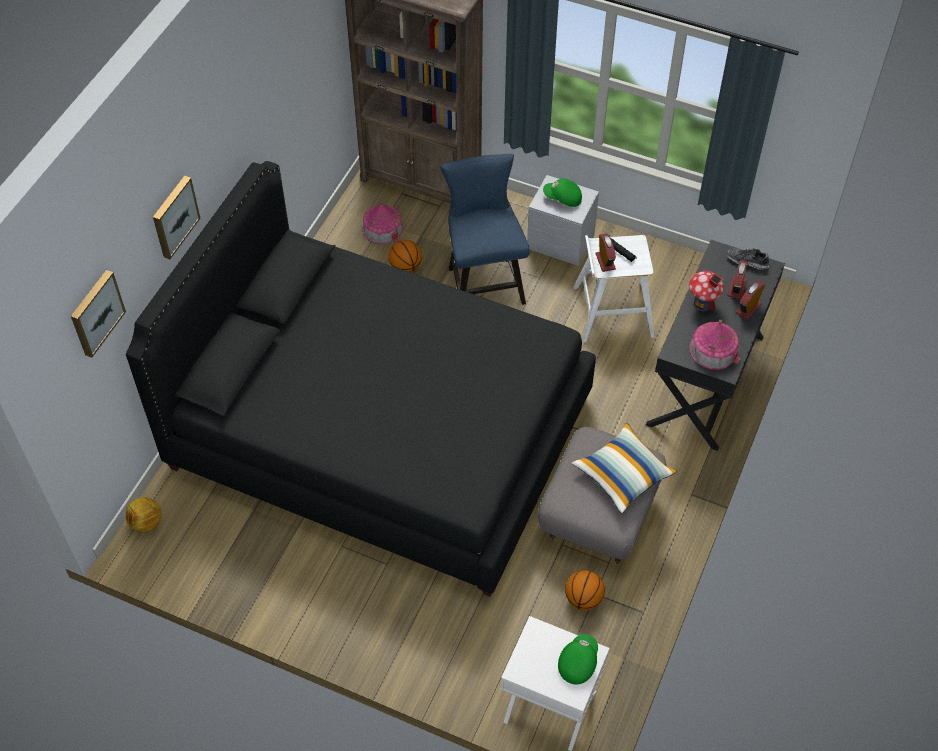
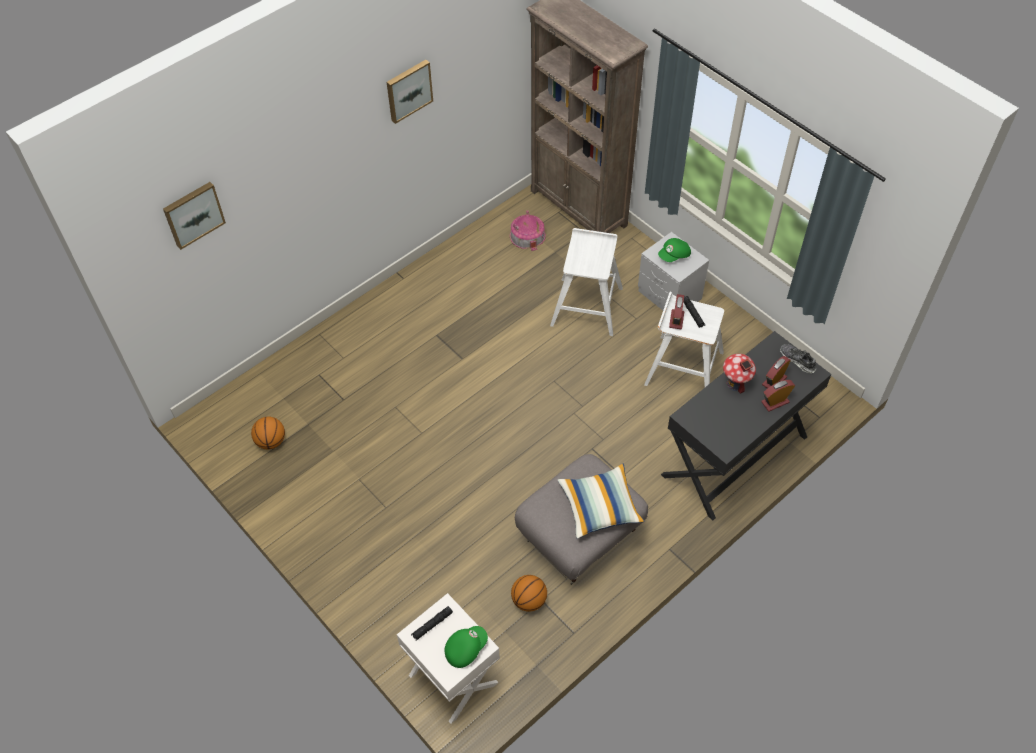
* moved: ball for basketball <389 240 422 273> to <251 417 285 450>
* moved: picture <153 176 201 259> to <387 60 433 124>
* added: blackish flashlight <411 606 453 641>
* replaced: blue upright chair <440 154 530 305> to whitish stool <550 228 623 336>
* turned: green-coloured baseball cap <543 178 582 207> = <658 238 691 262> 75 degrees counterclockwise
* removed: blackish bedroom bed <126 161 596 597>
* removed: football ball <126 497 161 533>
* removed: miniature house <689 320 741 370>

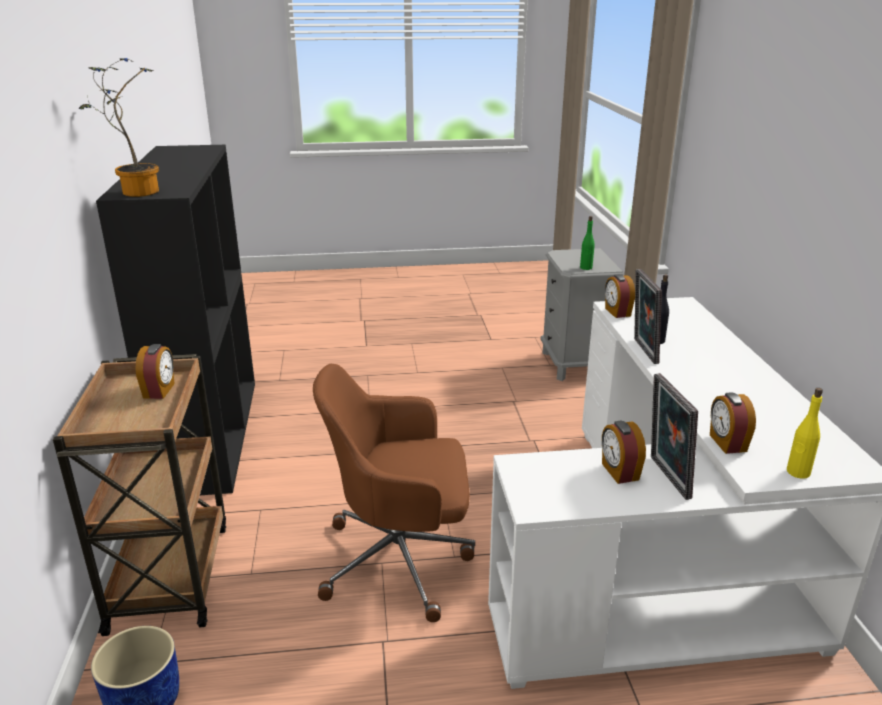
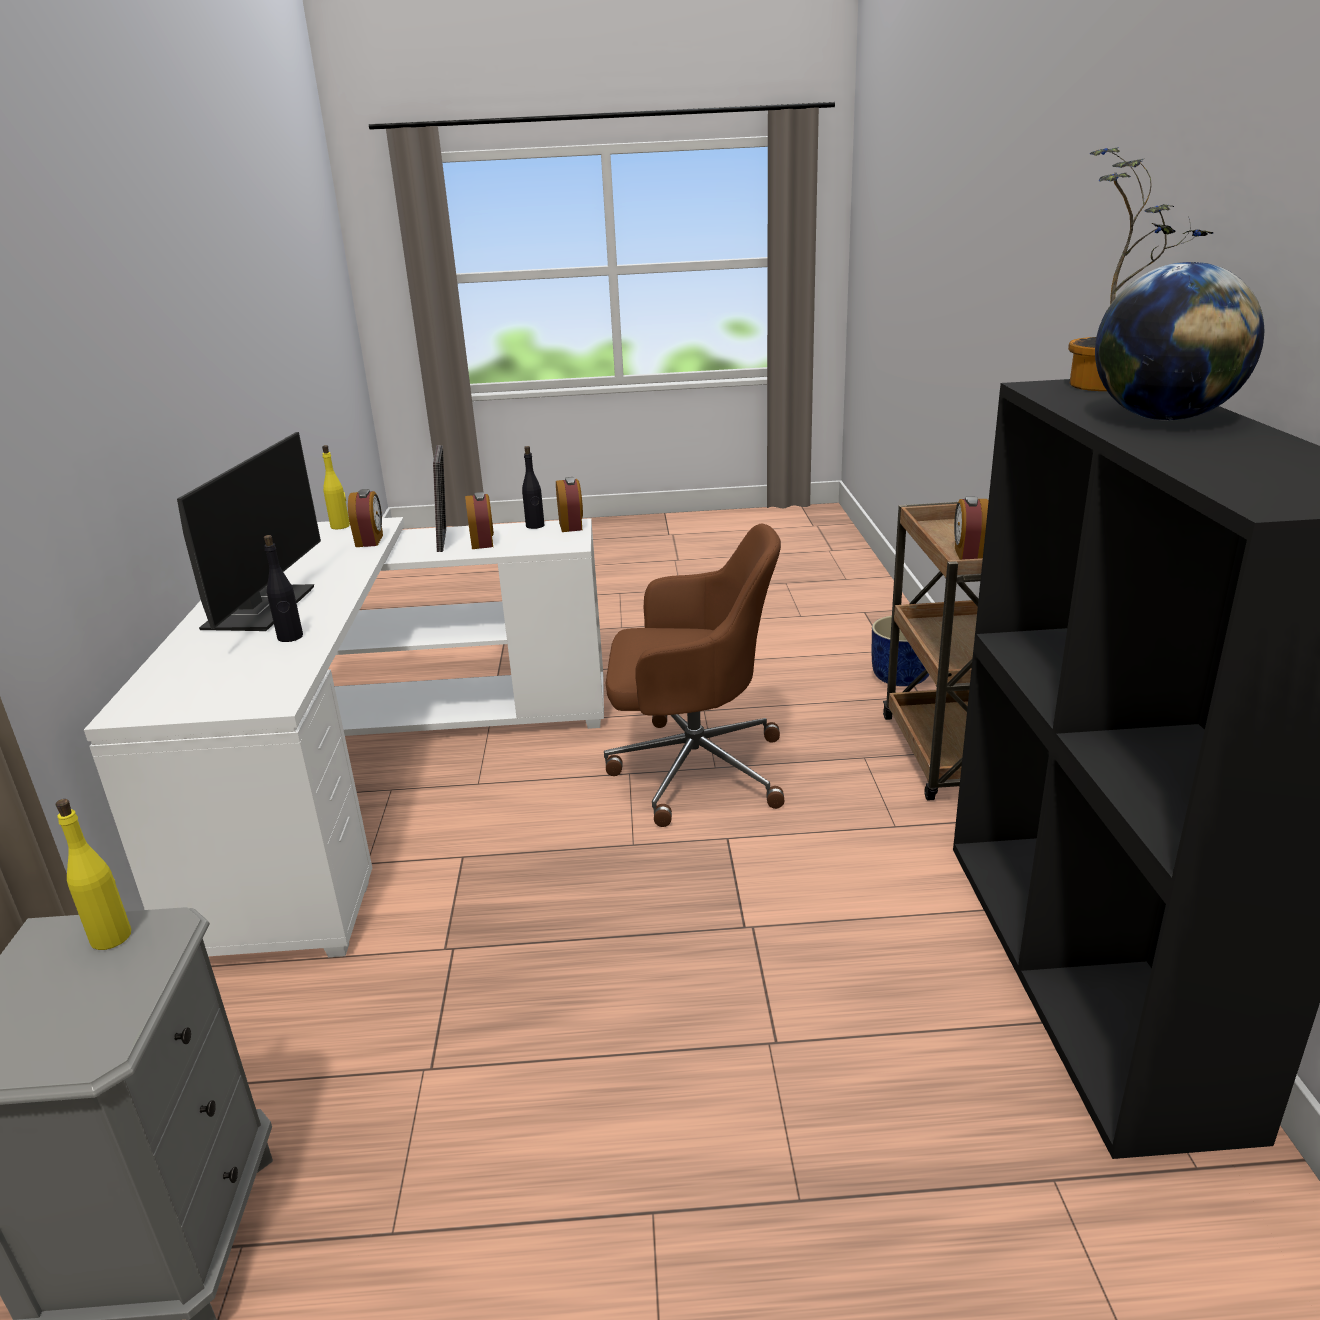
* recoloured: green-coloured drink bottle <580 216 595 270> to yellow drink bottle <56 799 131 950>
* added: computer display <177 432 321 631>
* added: blackish drink bottle <522 446 545 529>
* moved: table clock <605 274 635 318> to <556 477 583 532>
* added: desk globe <1095 262 1264 421>
* removed: photo frame <634 269 662 364>

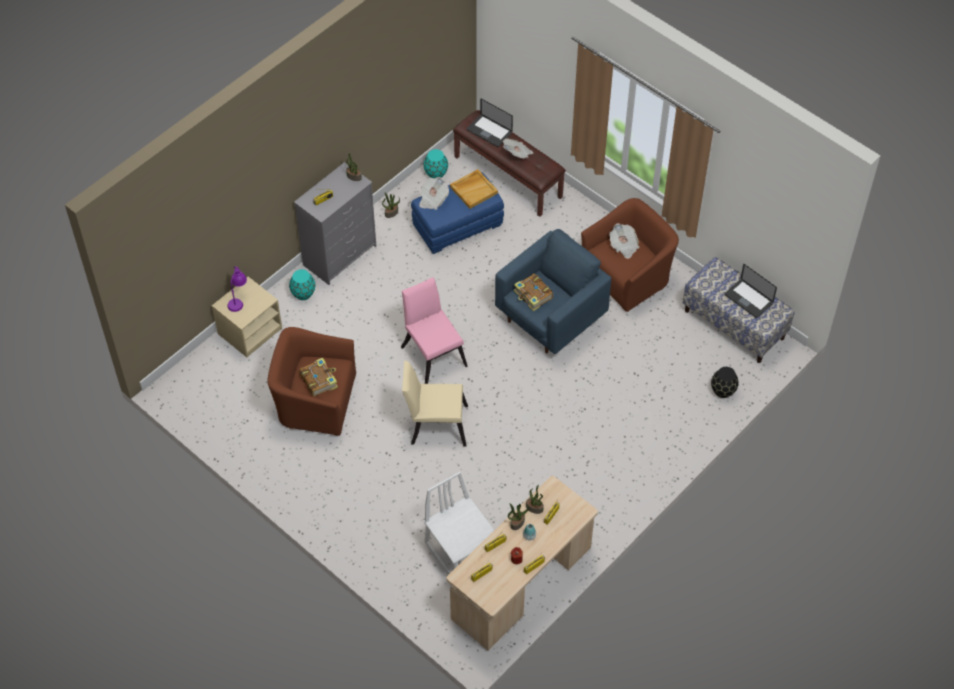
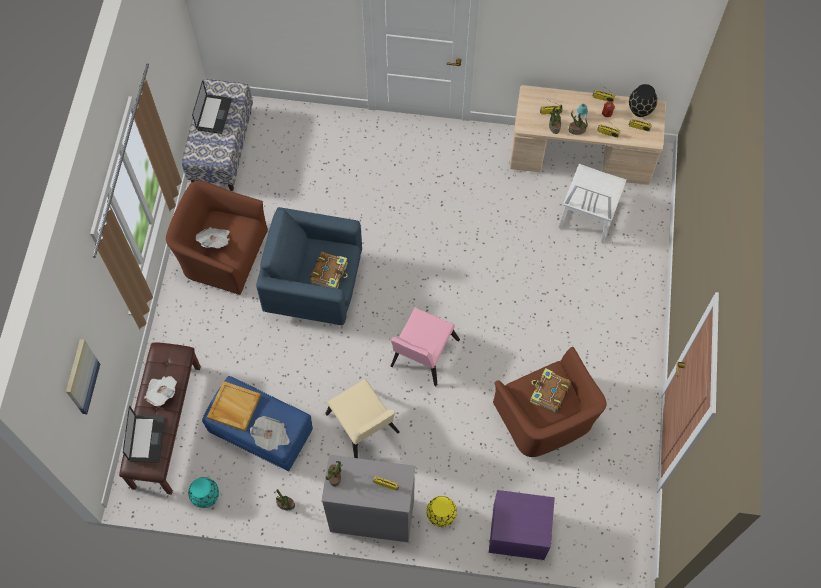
* added: picture <66 339 100 414>
* moved: sand-coloured upright chair <402 361 468 446> to <325 379 400 458>
* recoloured: turquoise vase <289 269 315 300> to yellow vase <426 496 457 527>
* recoloured: sand-coloured nightstand <212 277 282 357> to purple nightstand <489 490 555 560>
* moved: blackish vase <711 367 739 398> to <629 84 657 117>
* removed: purple tabletop lamp <227 266 247 312>

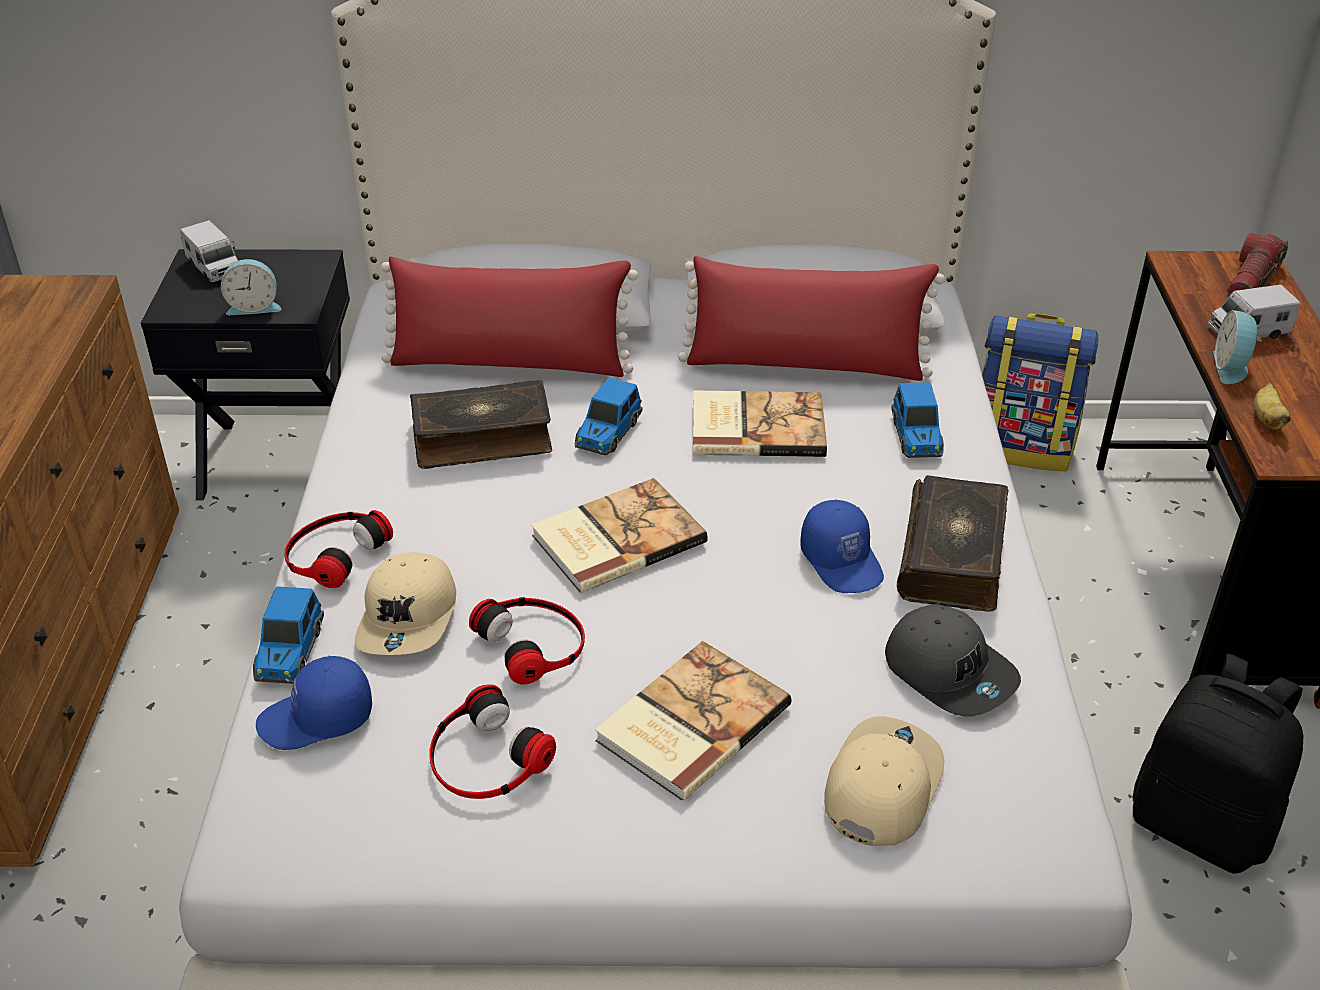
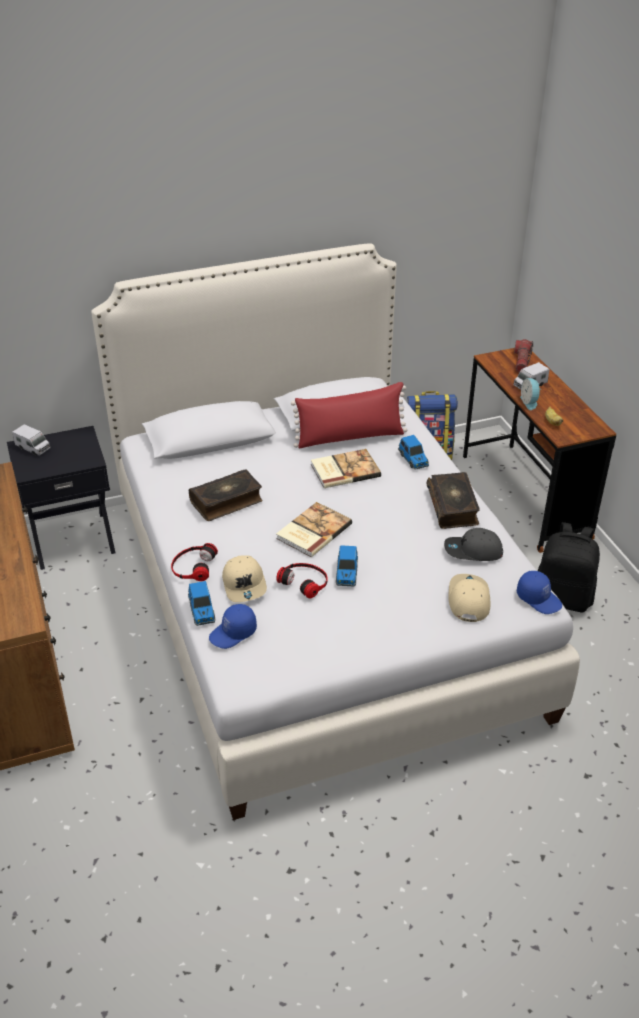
* moved: model car <575 378 643 455> to <336 545 358 586>
* turned: grey baseball cap <885 604 1021 717> = <444 528 503 561> 150 degrees clockwise
* moved: blue baseball cap <800 500 884 593> to <517 571 562 614>
* removed: table clock <221 259 281 315>
* removed: red-coloured throw pillow <381 257 638 377>
* removed: headphones <429 684 556 799>
* removed: book <595 641 791 801>

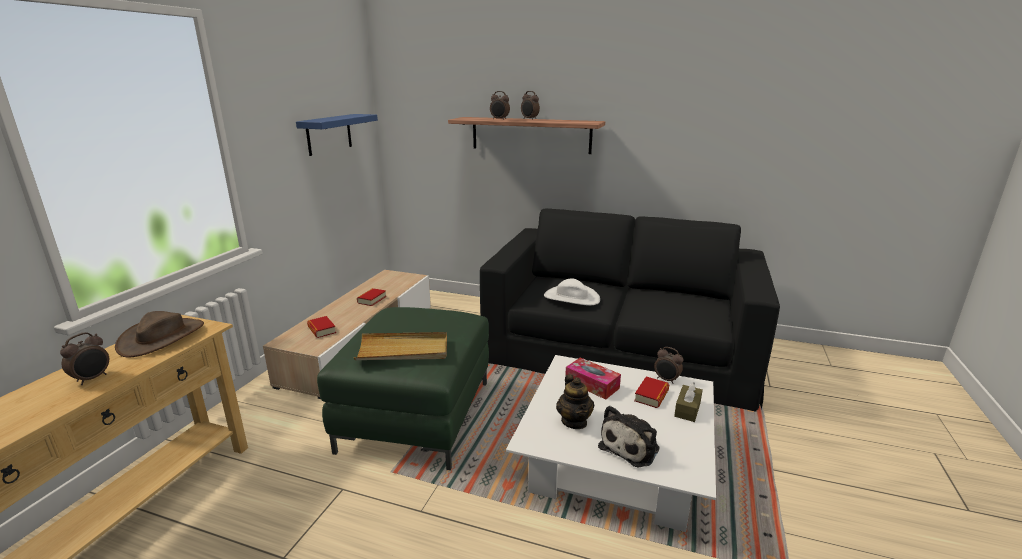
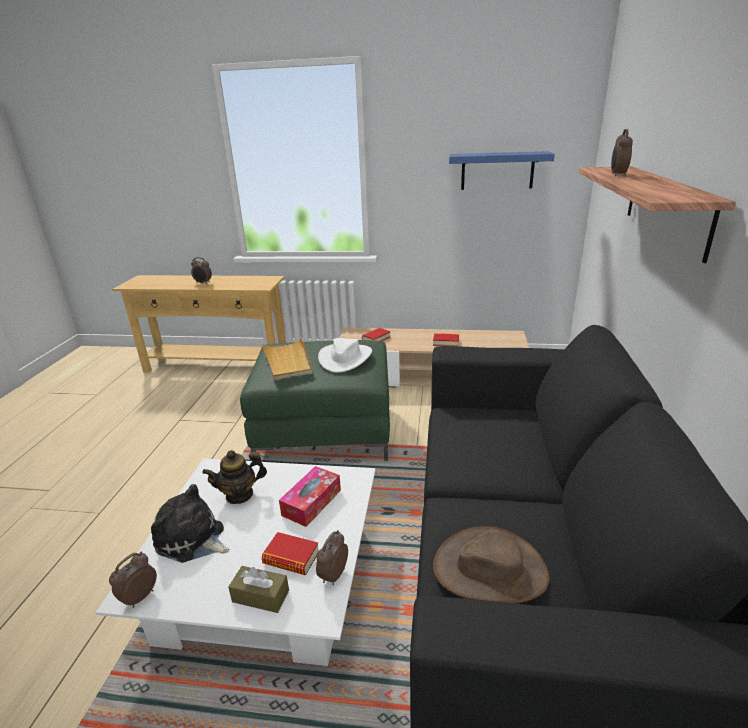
* moved: table clock <521 91 540 120> to <109 552 157 608>
* moved: whitish clothing hat <544 278 600 305> to <318 338 372 373>
* moved: brownish clothing hat <115 311 204 358> to <433 526 549 603>

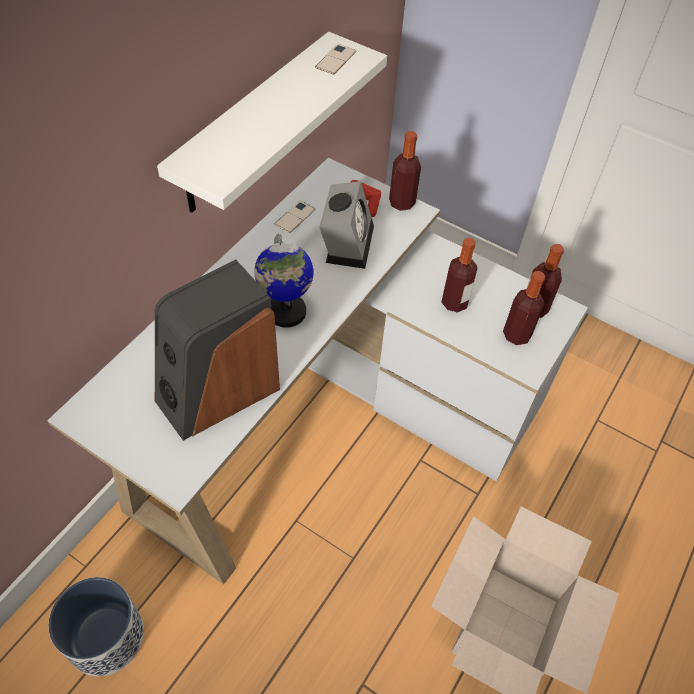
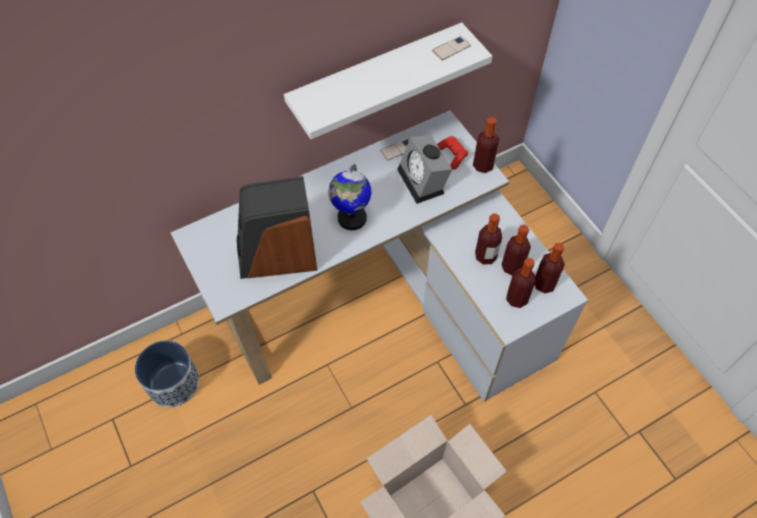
* turned: table clock <319 181 374 269> = <397 135 452 204> 120 degrees clockwise
* added: drink bottle <501 225 531 276>

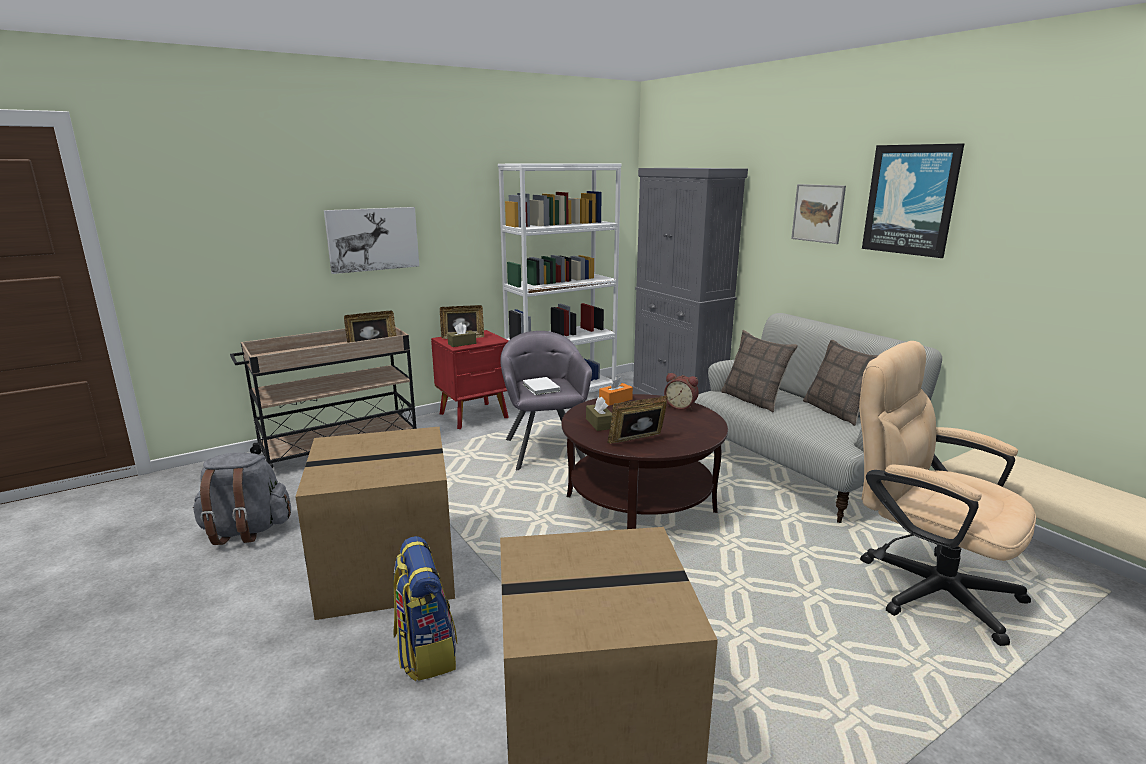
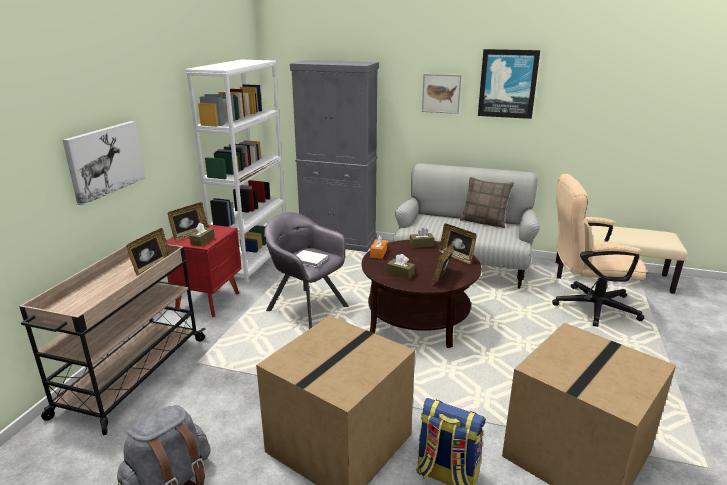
* replaced: table clock <664 373 699 410> to brownish box of tissues <409 228 434 248>
* added: photo frame <439 224 477 264>
* removed: throw pillow <721 330 798 413>

